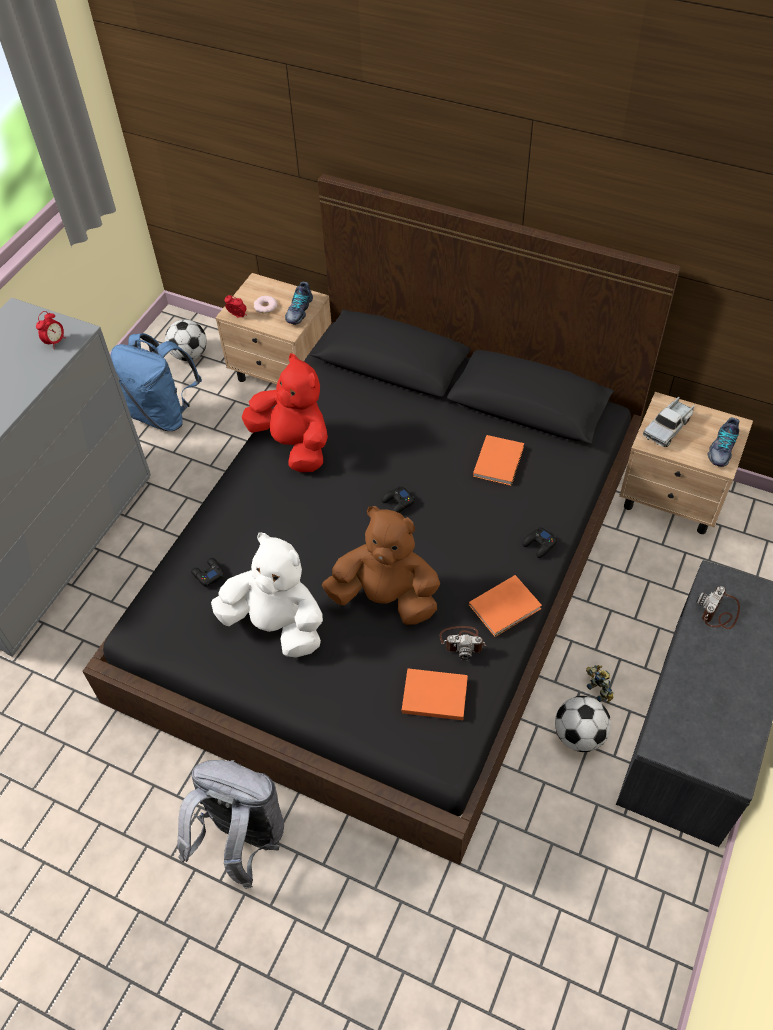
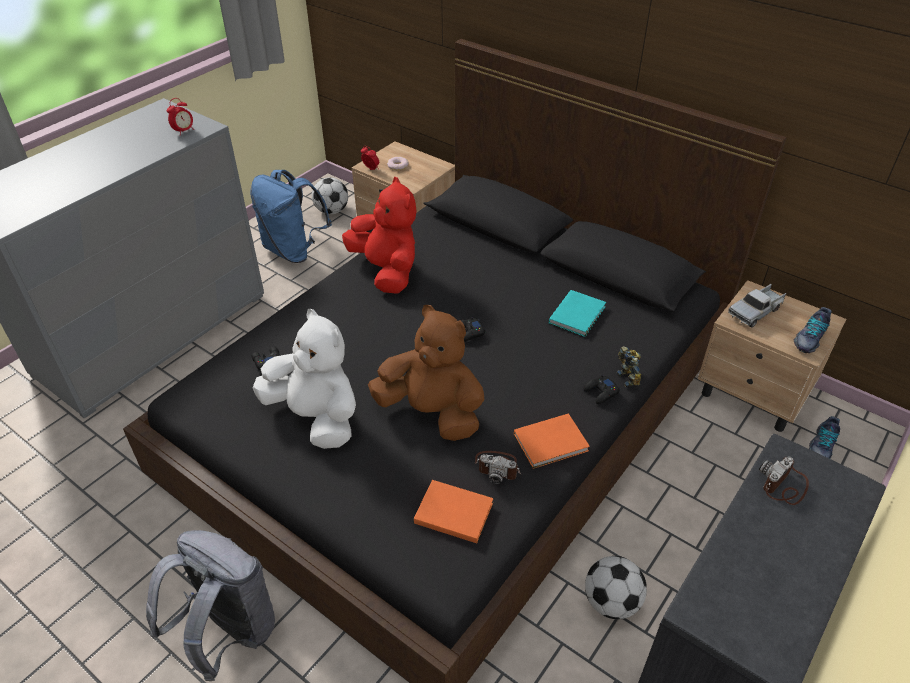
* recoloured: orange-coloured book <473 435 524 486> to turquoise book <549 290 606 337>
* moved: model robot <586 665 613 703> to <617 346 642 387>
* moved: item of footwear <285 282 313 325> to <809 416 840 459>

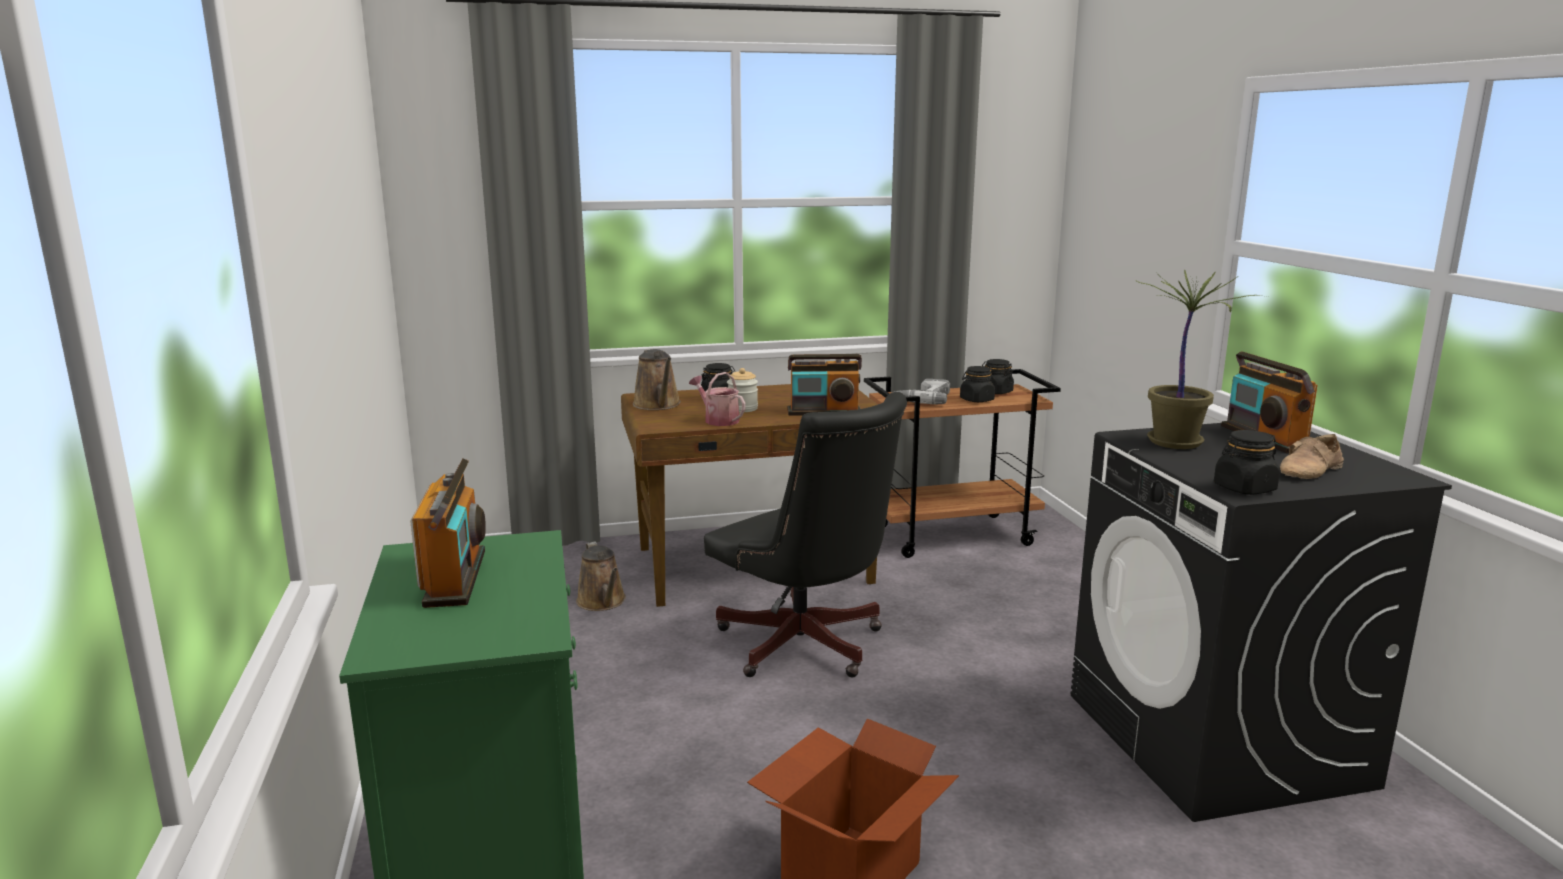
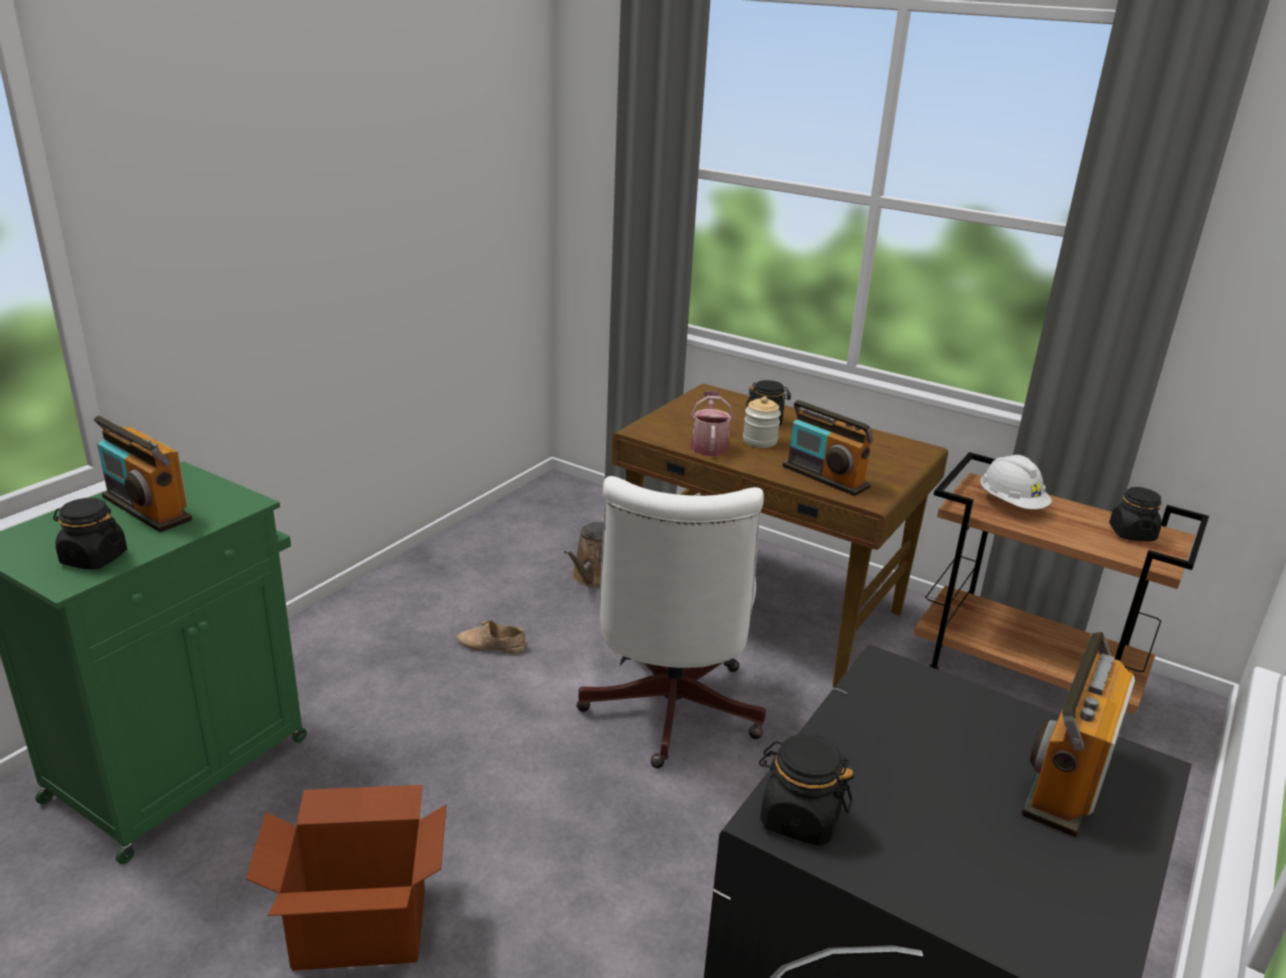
* moved: blackish preserve jar <960 366 995 402> to <53 498 127 570>
* turned: radio receiver <410 458 486 608> = <94 415 192 532> 90 degrees clockwise
* moved: sand-coloured item of footwear <1280 434 1344 479> to <457 620 527 655>
* recoloured: blackish desk chair <704 392 907 678> to whitish desk chair <576 476 766 768>
* replaced: electric drill <892 379 950 404> to whitish hard hat <980 455 1052 509>
* removed: brownish sprinkling can <633 349 681 410>
* removed: plant in a pot <1135 269 1266 449>

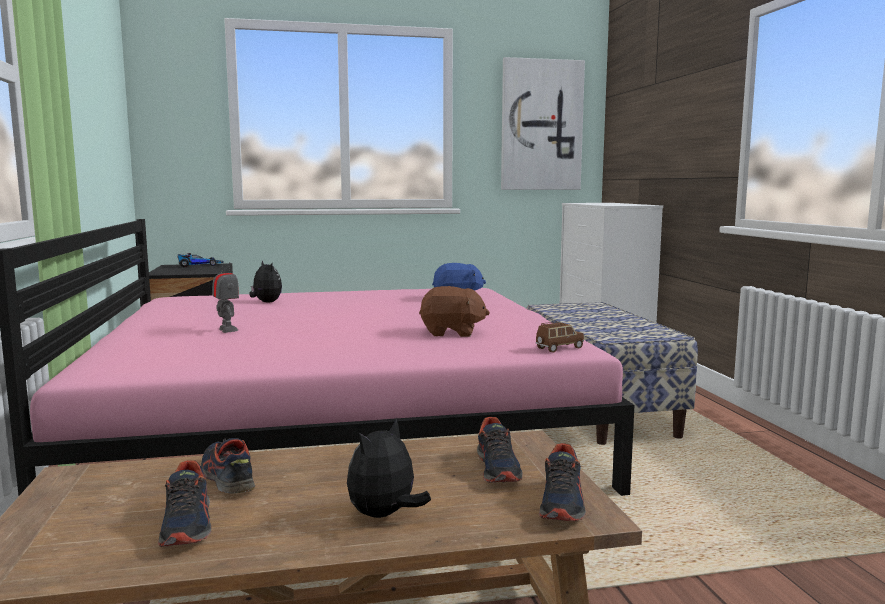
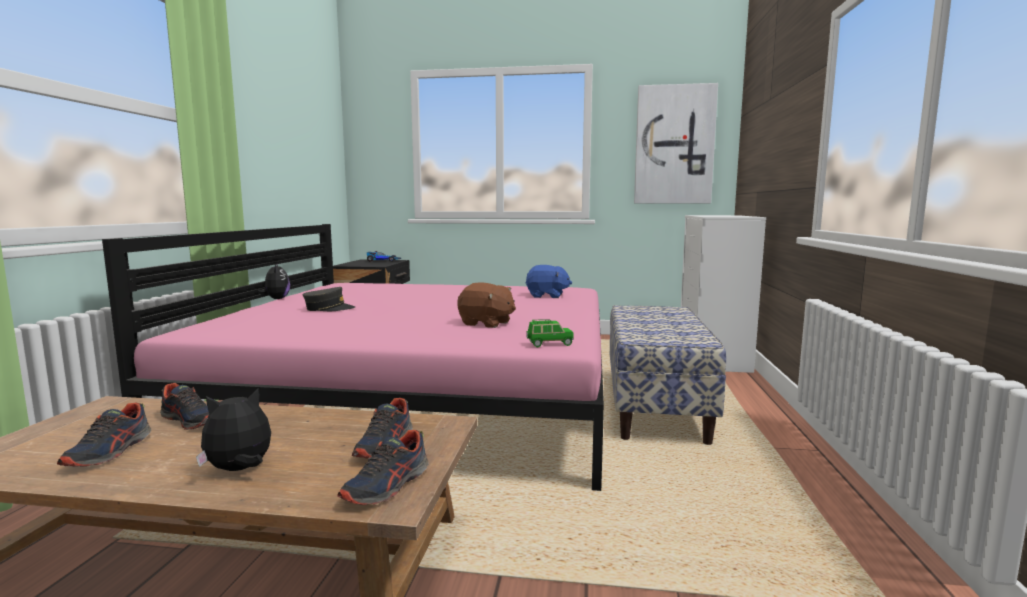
* turned: item of footwear <201 438 255 494> = <160 383 209 430> 135 degrees clockwise
* moved: soft toy <249 260 282 303> to <258 263 290 299>
* replaced: model robot <212 261 239 333> to grey baseball cap <303 287 355 311>
* recoloured: brownish model car <536 322 584 353> to green-coloured model car <526 319 574 347>

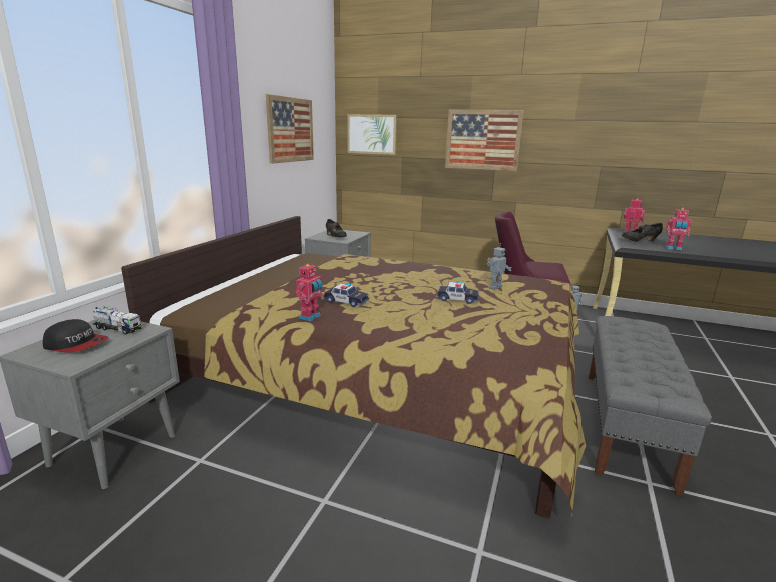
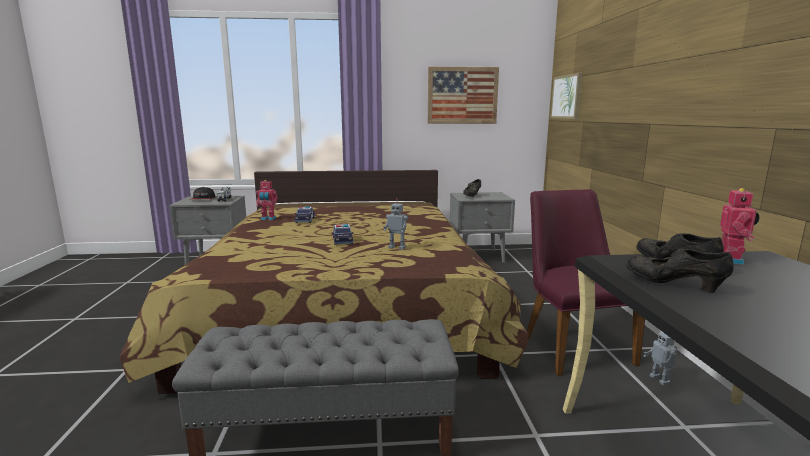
* replaced: model robot <665 208 692 250> to blackish item of footwear <626 249 734 293>
* removed: picture <445 109 524 171>

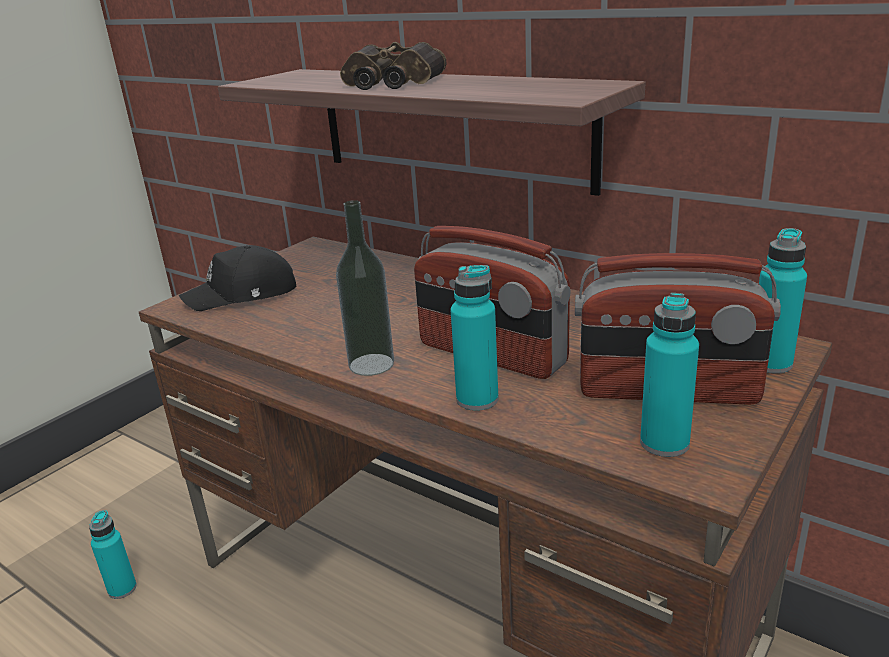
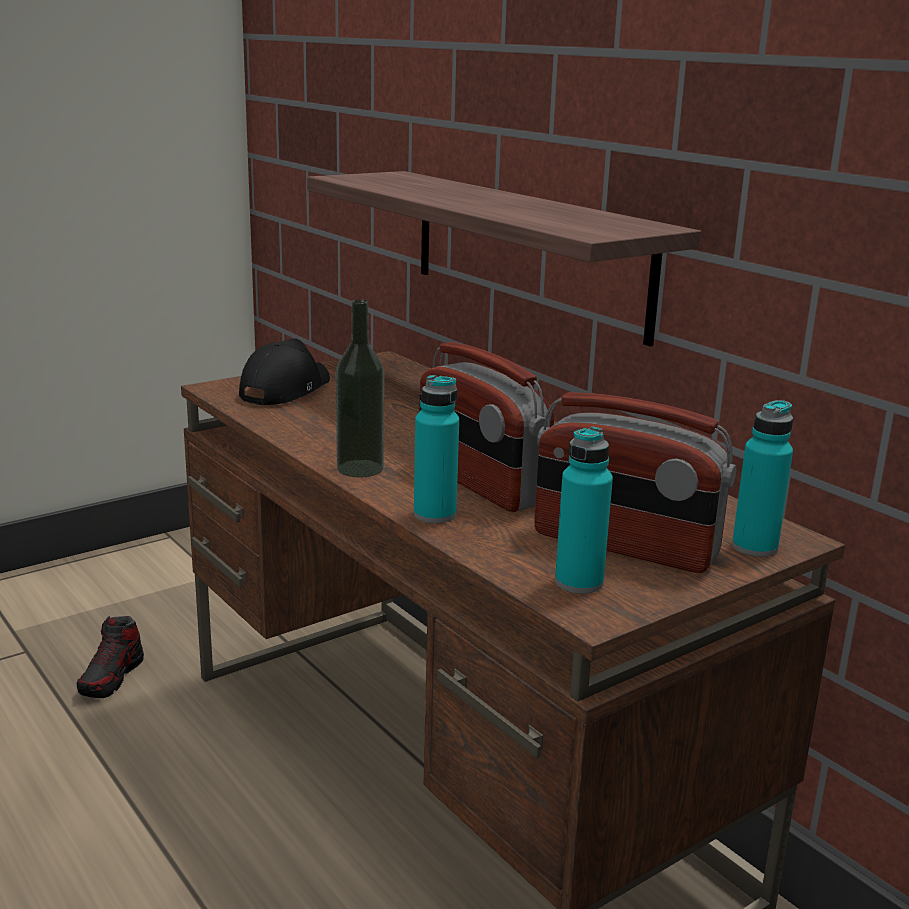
* replaced: turquoise drink bottle <89 510 137 599> to item of footwear <77 616 144 698>
* turned: blackish baseball cap <179 245 296 311> = <239 338 330 405> 120 degrees clockwise
* removed: field glasses <340 42 446 90>

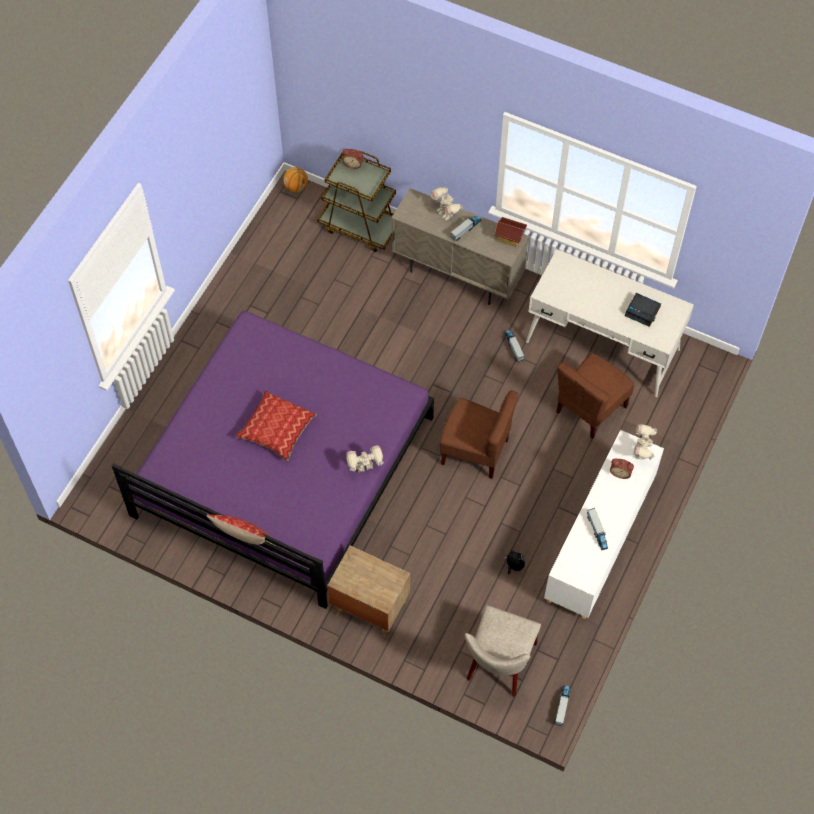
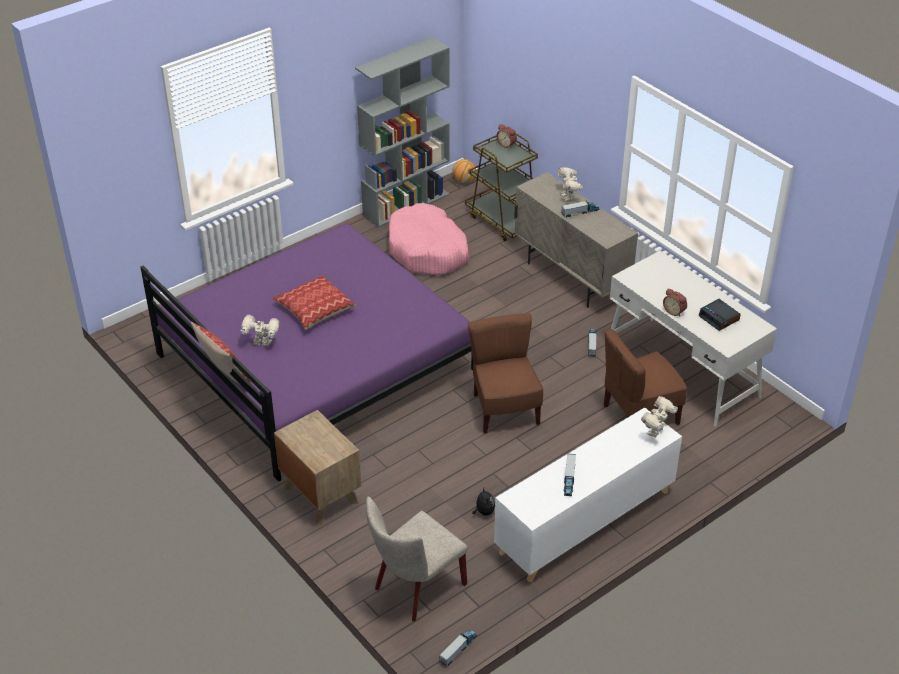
* moved: model robot <346 445 384 472> to <240 315 279 346>
* added: grey shelving unit <355 37 450 228>
* added: pinkish dog bed <389 203 469 275>
* turned: brownish upright chair <440 391 518 479> = <468 313 543 434> 150 degrees counterclockwise
* moved: table clock <610 458 634 479> to <663 289 687 317>
* removed: miniature house <494 217 527 247>

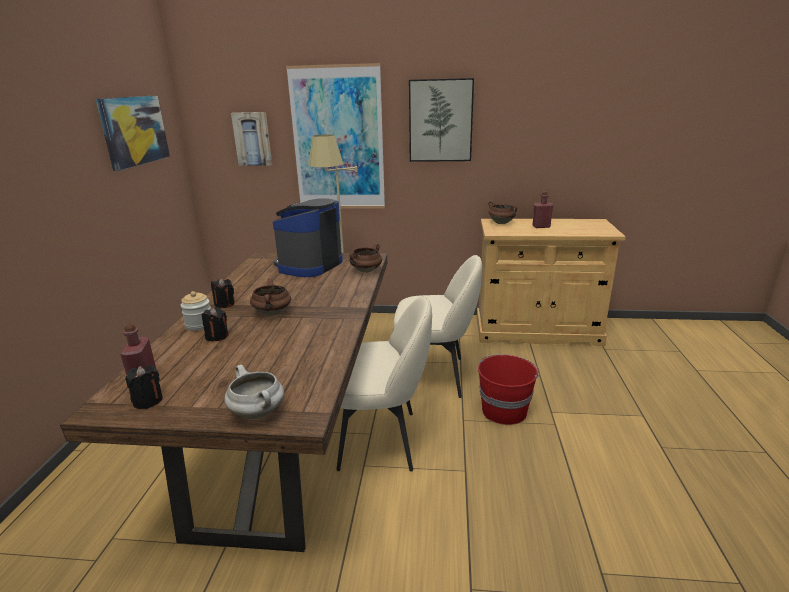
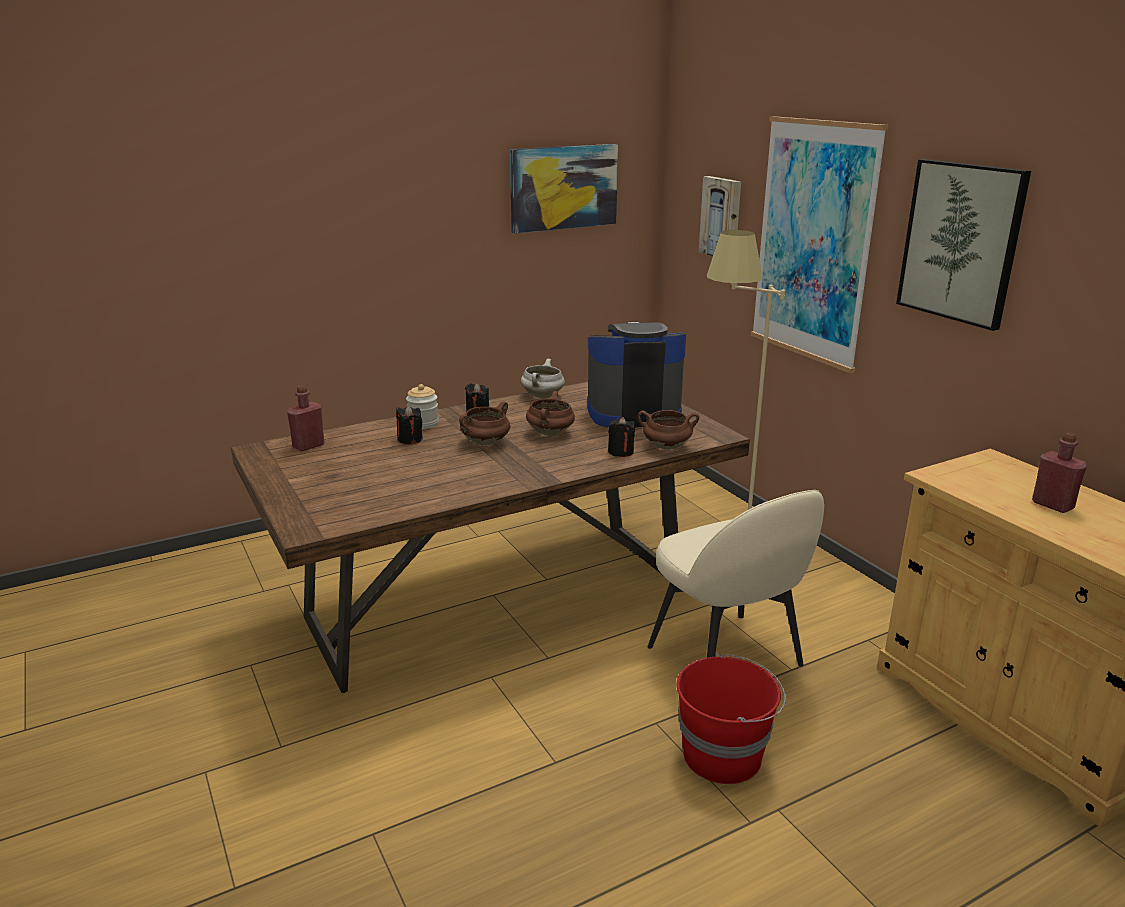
* moved: whitish saucepot <224 365 284 419> to <521 359 565 398>
* moved: brownish saucepot <488 201 517 224> to <526 391 575 436>
* moved: blackish candle <126 365 163 409> to <608 417 635 457>
* removed: sand-coloured upright chair <336 296 432 472>

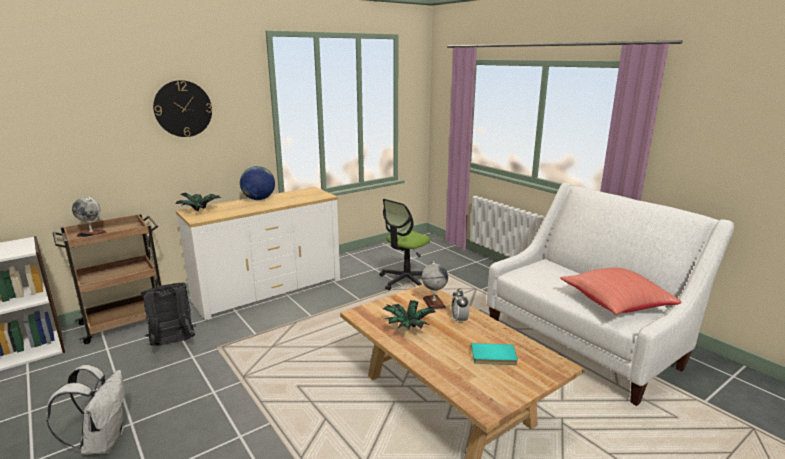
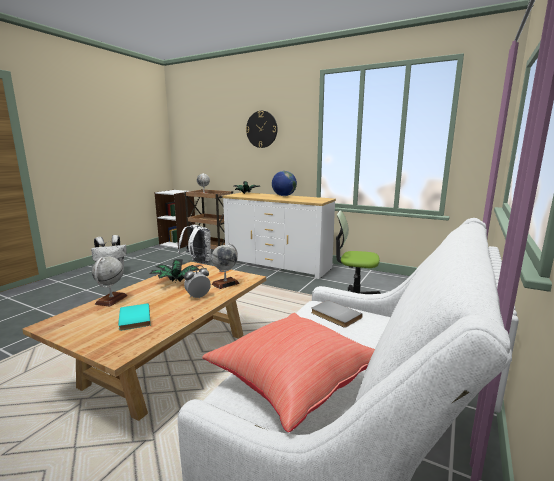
* added: desk globe <92 257 127 307>
* recoloured: blackish backpack <141 283 196 346> to whitish backpack <178 225 211 264>
* added: grey book <311 300 363 328>

